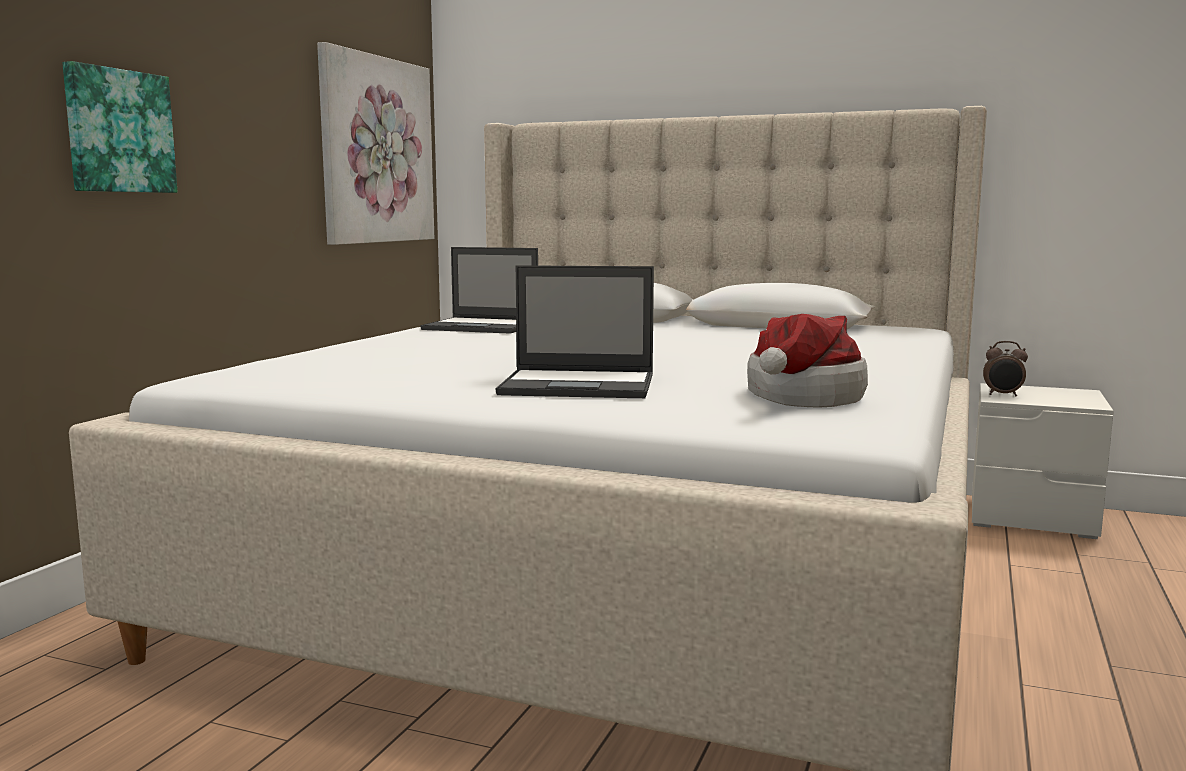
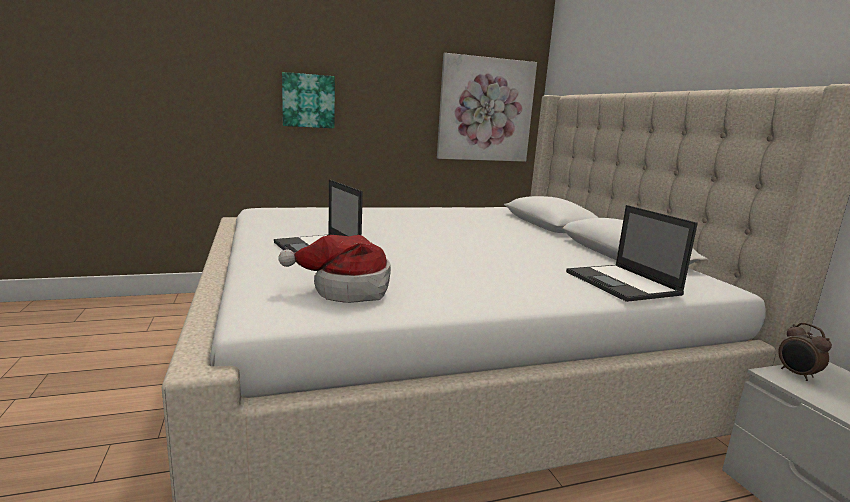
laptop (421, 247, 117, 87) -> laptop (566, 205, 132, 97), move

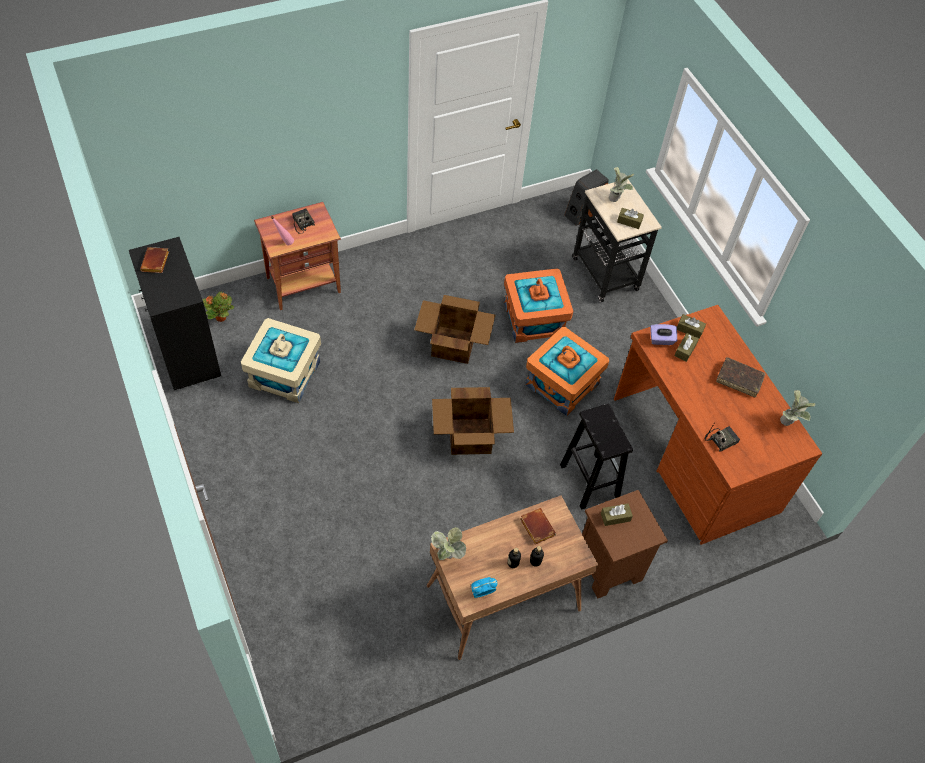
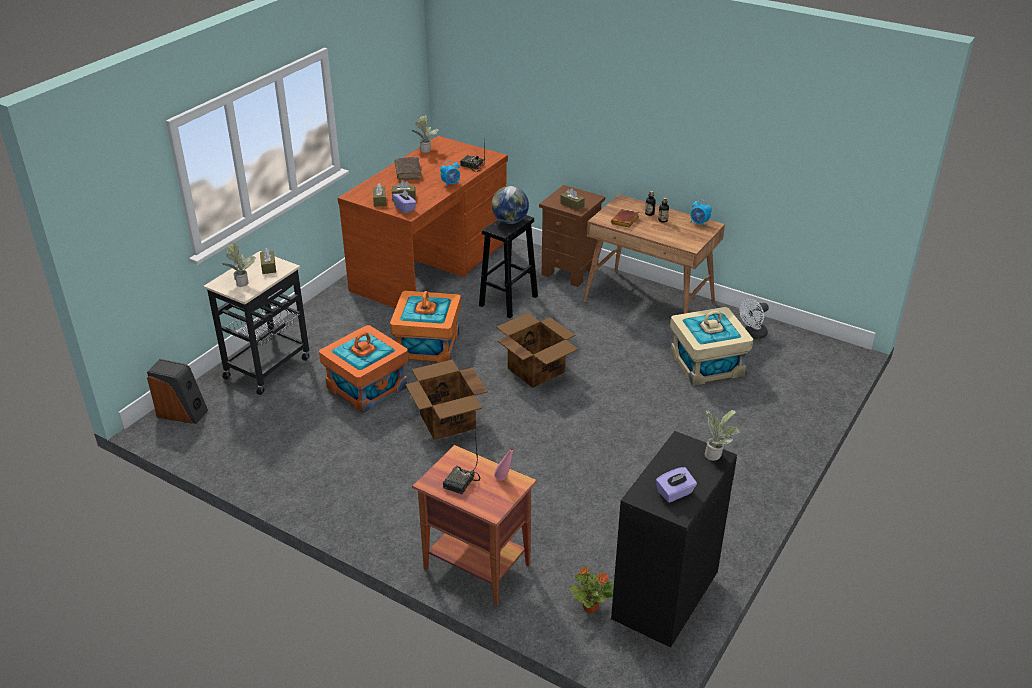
brown book (140, 247, 29, 26) -> purple tissue box (656, 467, 41, 36)
beige storage box (241, 318, 80, 85) -> beige storage box (670, 307, 83, 79), move
potted plant (431, 527, 35, 33) -> potted plant (705, 410, 34, 51), move
none -> alarm clock (440, 161, 20, 26)
none -> globe (492, 186, 37, 38)
none -> white fan (740, 299, 29, 40)

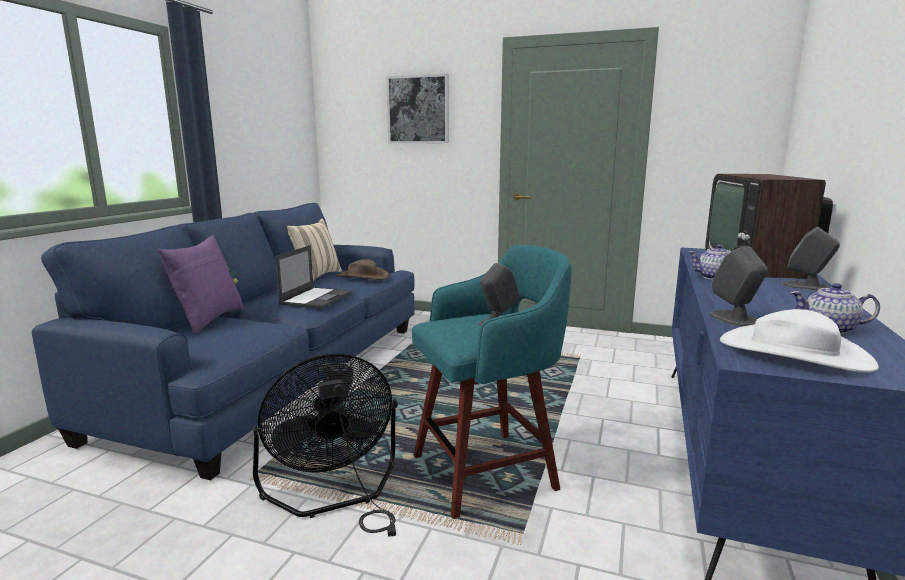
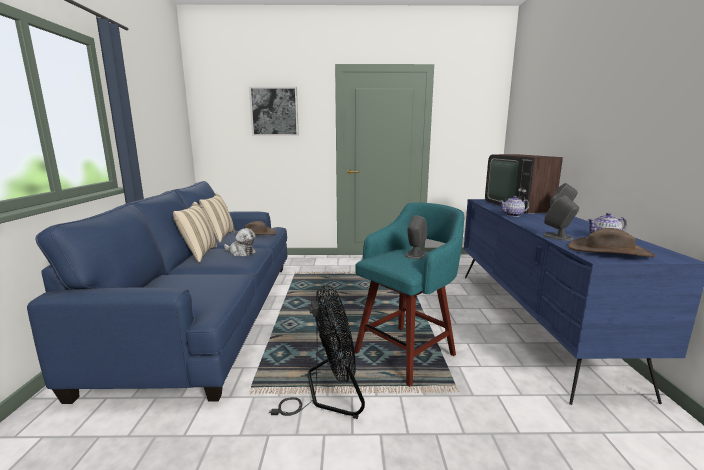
purple pillow (158, 235, 85, 99) -> none
black fan (253, 354, 145, 183) -> black fan (269, 285, 96, 134), 120 degrees clockwise
laptop (275, 245, 77, 64) -> plush toy (224, 228, 32, 28)
white hat (720, 309, 159, 64) -> brown hat (568, 228, 87, 29)
none -> beige pillow (173, 202, 44, 61)

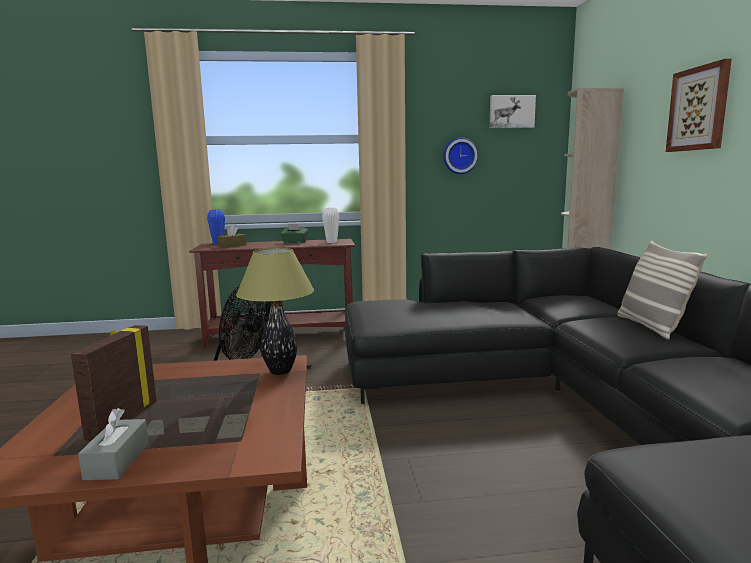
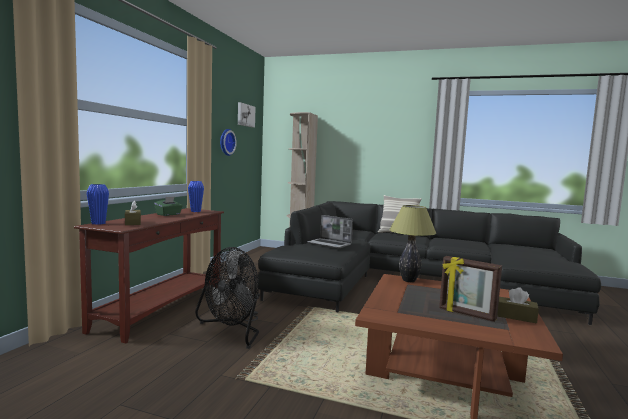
grey tissue box (78, 408, 71, 72) -> brown tissue box (497, 287, 42, 37)
white vase (322, 208, 18, 35) -> blue vase (188, 181, 16, 31)
picture (666, 59, 66, 93) -> none
none -> laptop (307, 215, 46, 33)

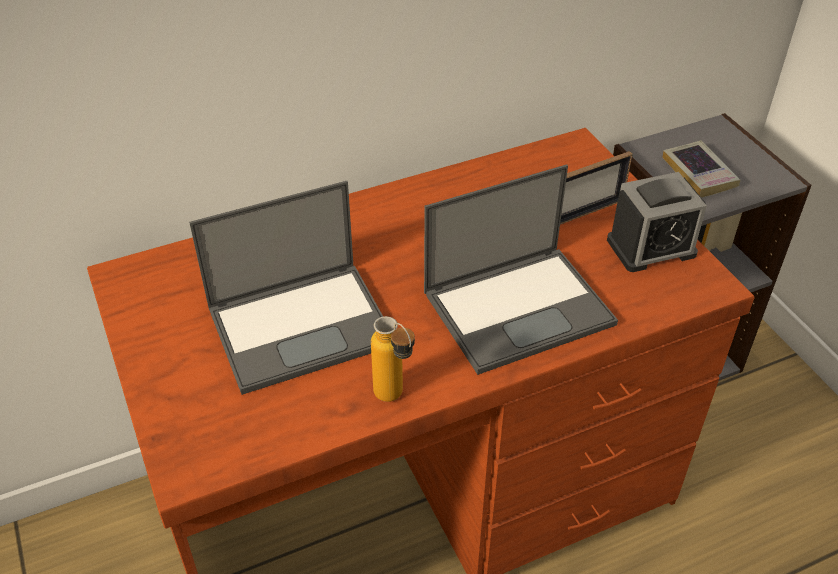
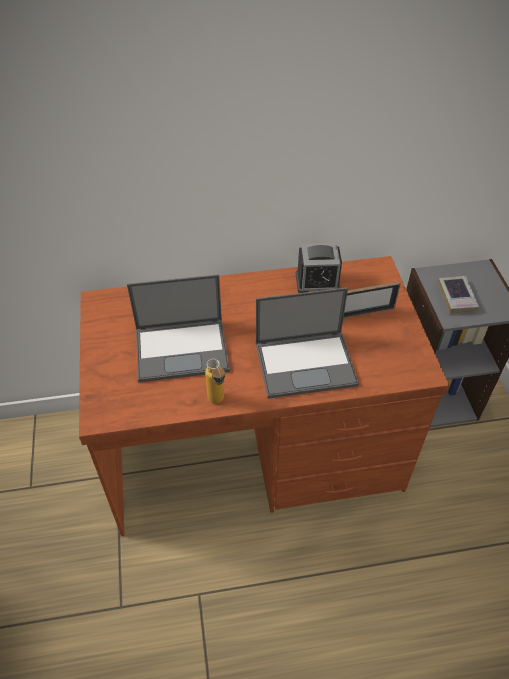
alarm clock (607, 172, 100, 100) -> alarm clock (296, 243, 46, 50), move

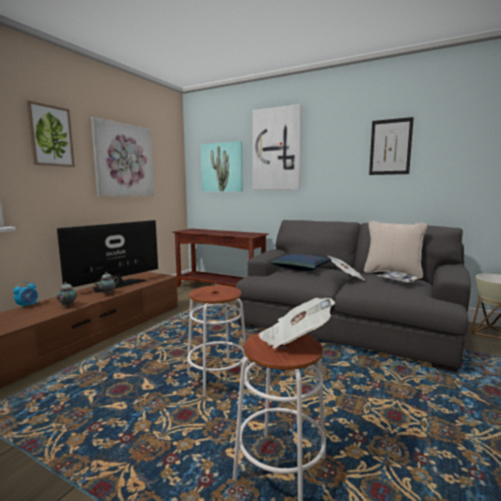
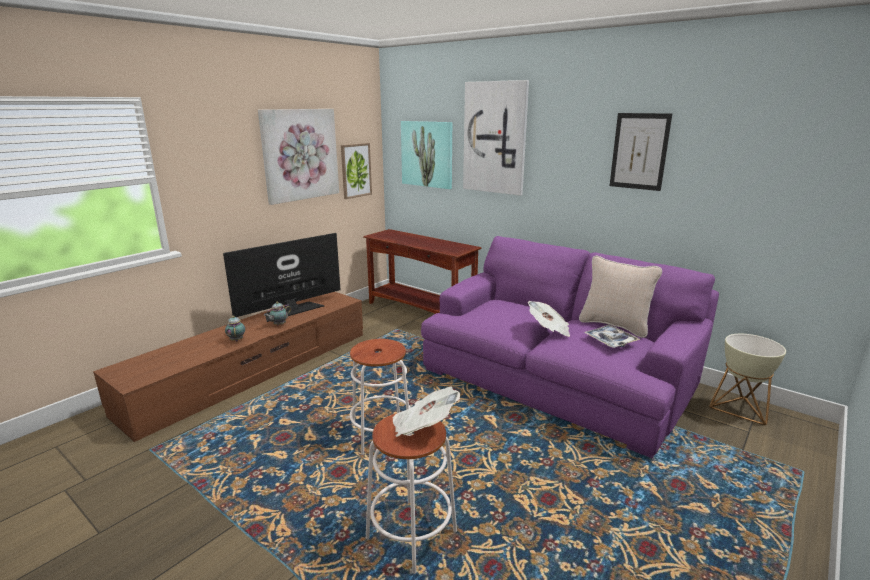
alarm clock (13, 282, 25, 27) -> none
picture (26, 100, 49, 67) -> picture (341, 143, 31, 56), move
grey sofa (236, 220, 235, 153) -> purple sofa (421, 236, 298, 222)
blue pillow (271, 254, 60, 17) -> none

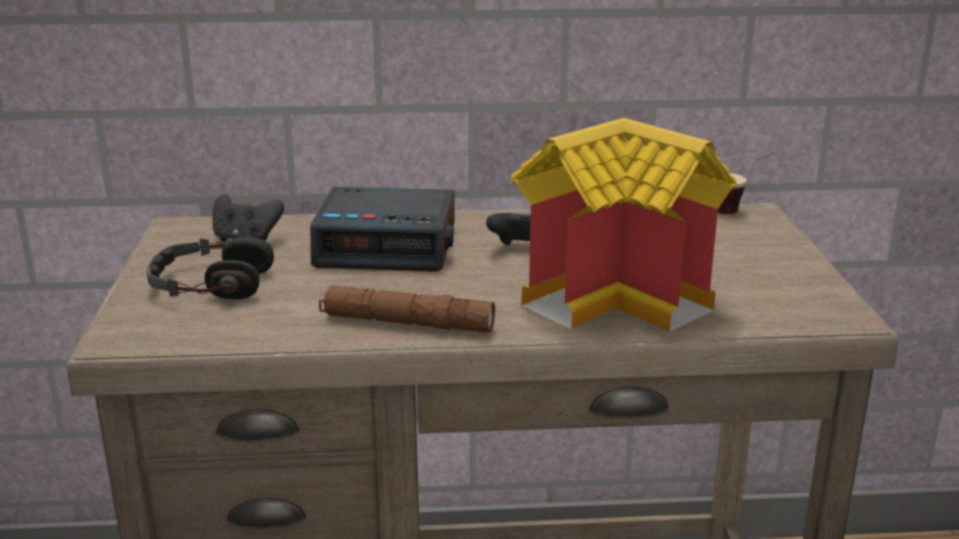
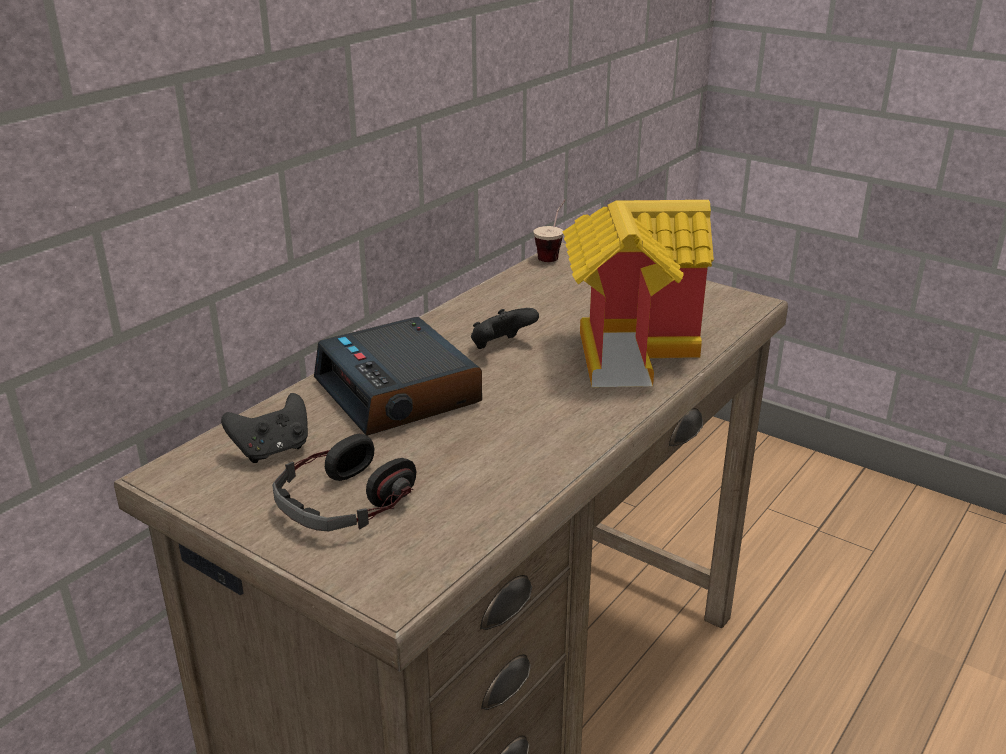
alarm clock (310, 187, 145, 84) -> alarm clock (314, 317, 168, 119), 105 degrees clockwise
brown flashlight (319, 285, 176, 48) -> none

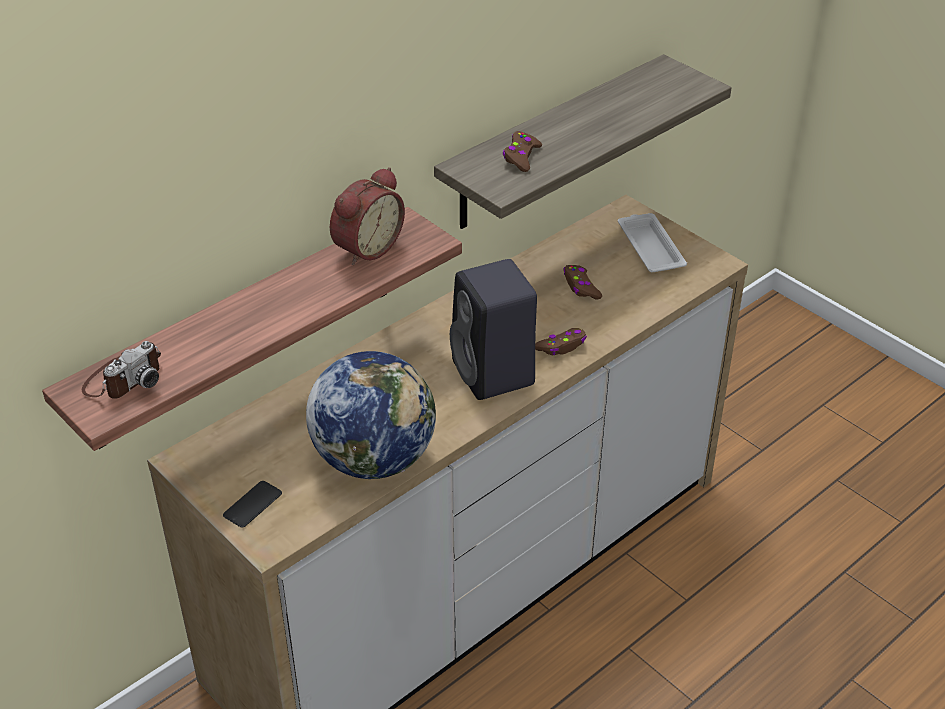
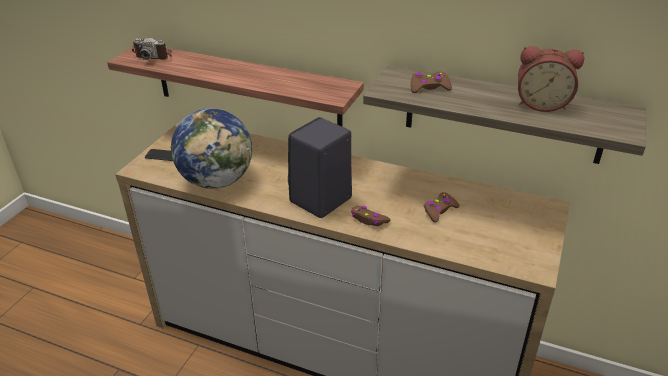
alarm clock (330, 167, 75, 98) -> alarm clock (518, 46, 66, 66), move
white tray (618, 213, 69, 59) -> none

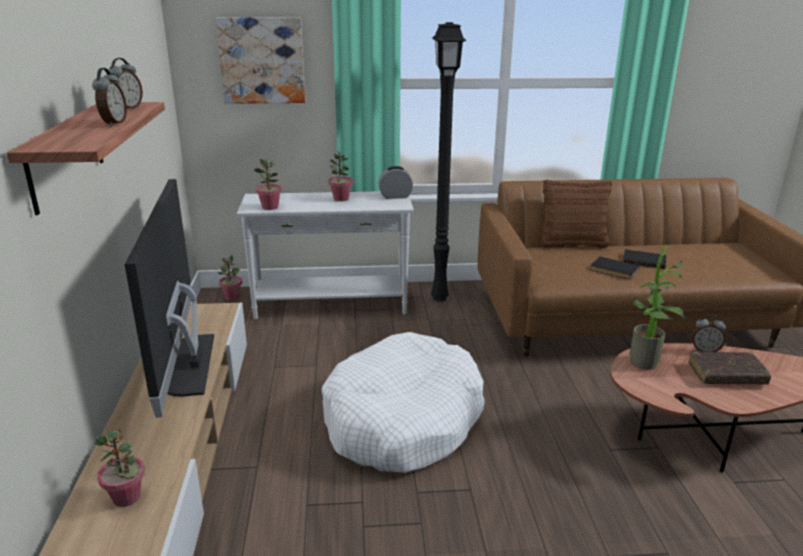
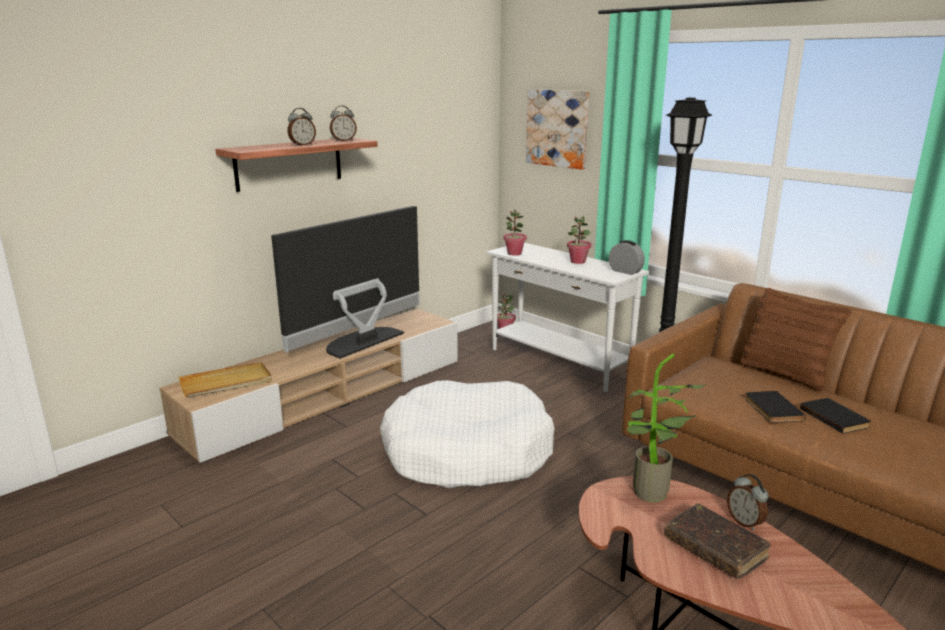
potted plant (95, 428, 50, 79) -> beige tray (178, 362, 94, 35)

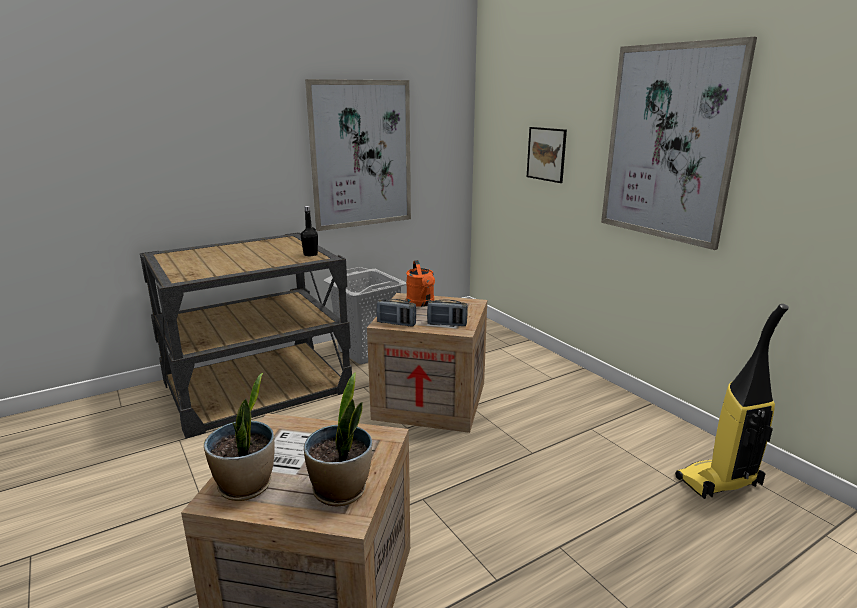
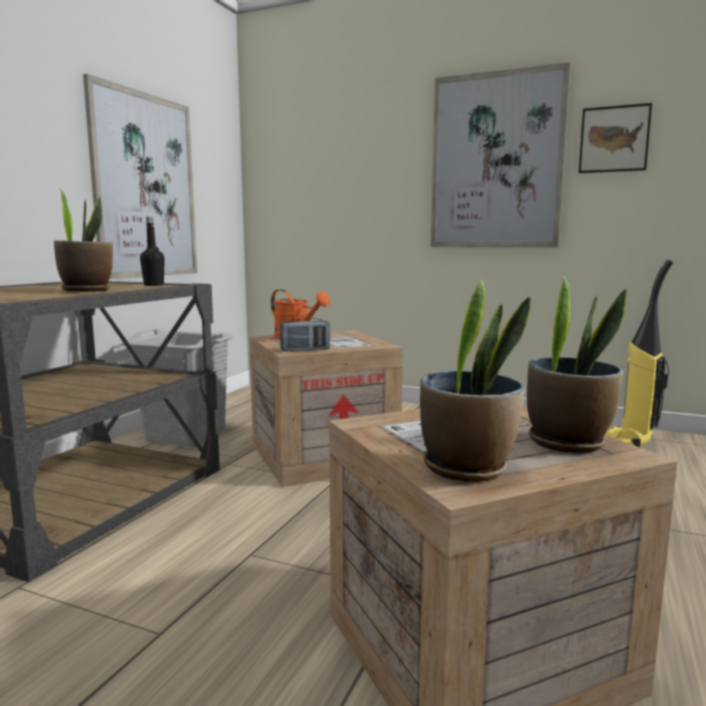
radio (427, 299, 41, 27) -> none
picture (527, 127, 40, 56) -> picture (579, 103, 73, 70), move
none -> potted plant (54, 188, 59, 104)

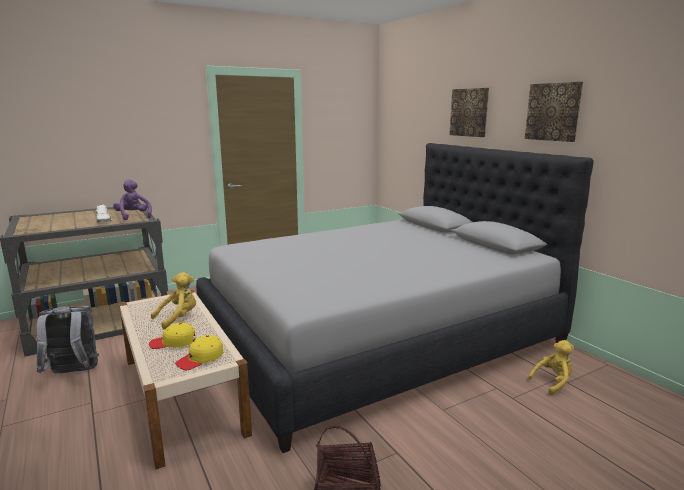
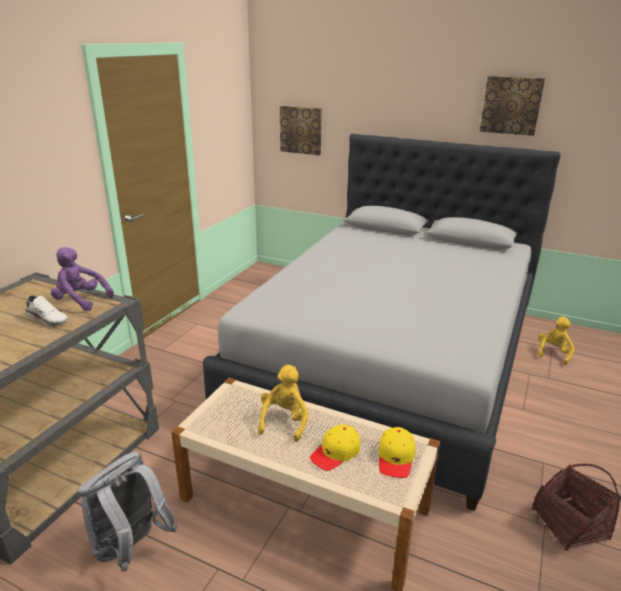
picture (449, 88, 40, 49) -> picture (280, 106, 42, 49), move

